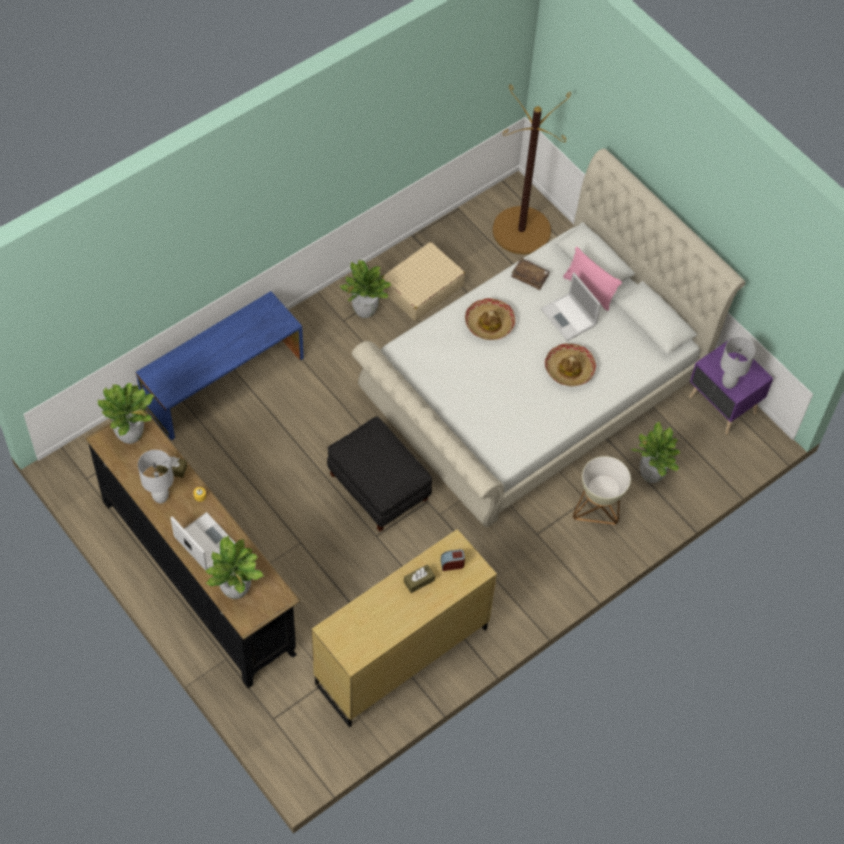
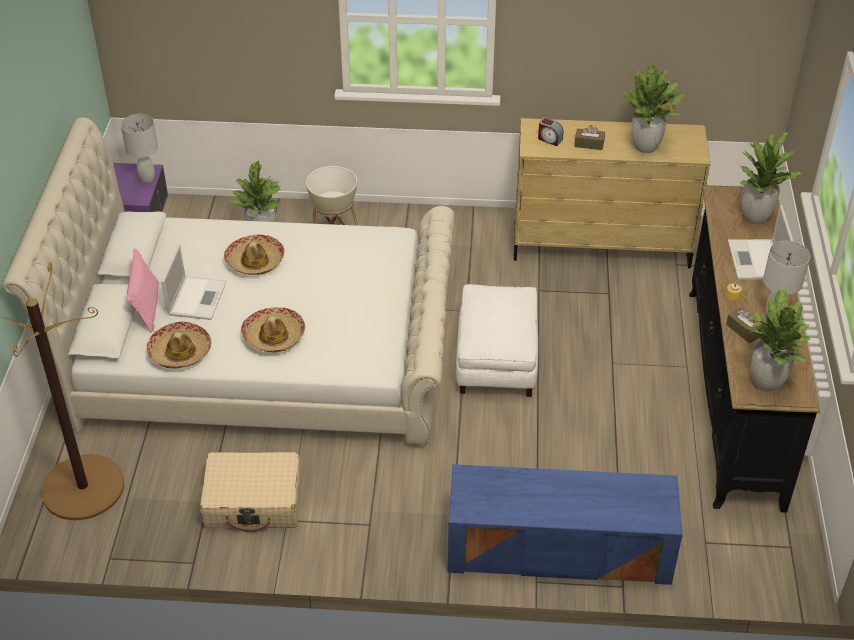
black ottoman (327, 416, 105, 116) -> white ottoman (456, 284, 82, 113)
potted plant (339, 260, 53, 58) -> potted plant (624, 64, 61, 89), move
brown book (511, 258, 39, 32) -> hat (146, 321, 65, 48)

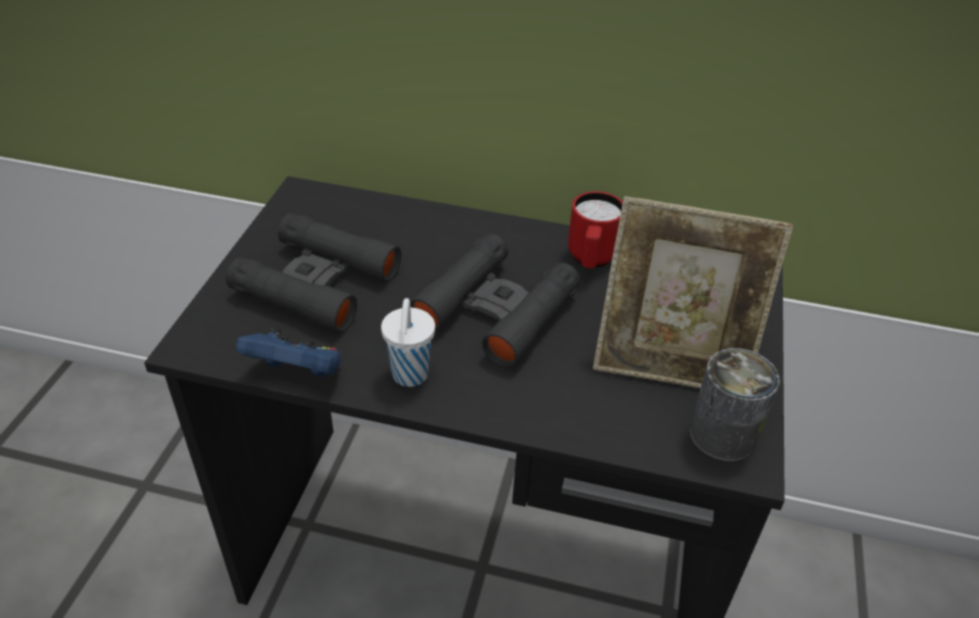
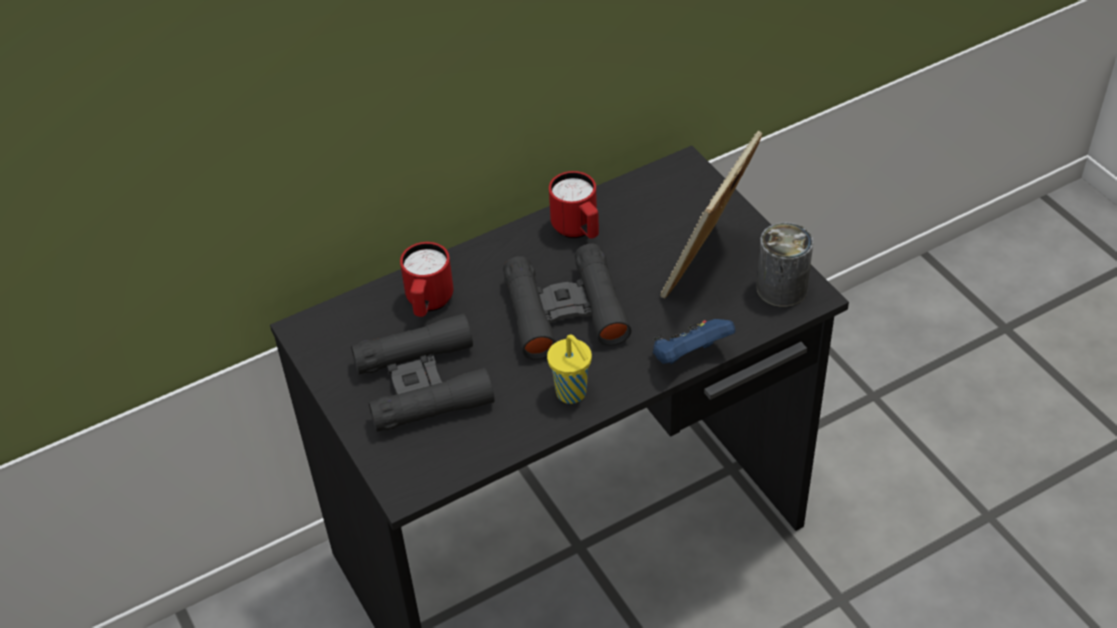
blue game controller (236, 328, 106, 50) -> blue game controller (653, 319, 83, 45), move
white cup (381, 298, 54, 89) -> yellow cup (547, 335, 45, 69)
picture frame (593, 196, 200, 192) -> picture frame (660, 131, 102, 167), 150 degrees clockwise
none -> red mug (400, 242, 54, 75)

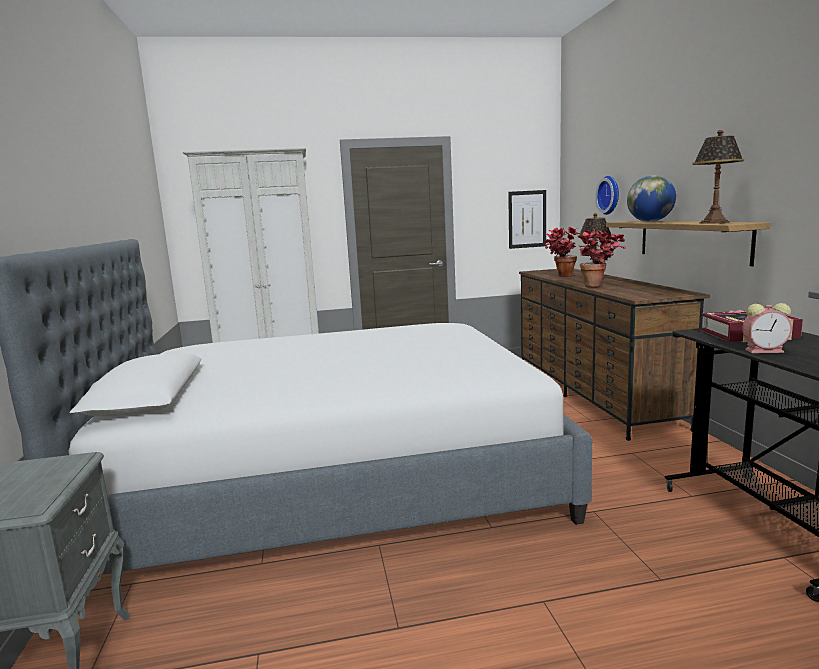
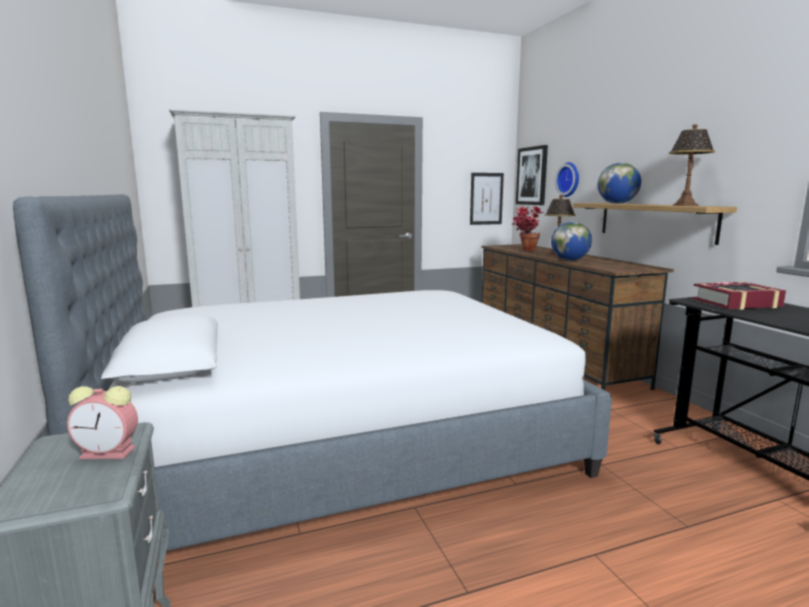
potted plant (578, 229, 48, 58) -> globe (551, 222, 41, 39)
alarm clock (742, 303, 50, 50) -> alarm clock (67, 386, 71, 73), move
none -> picture (516, 145, 32, 60)

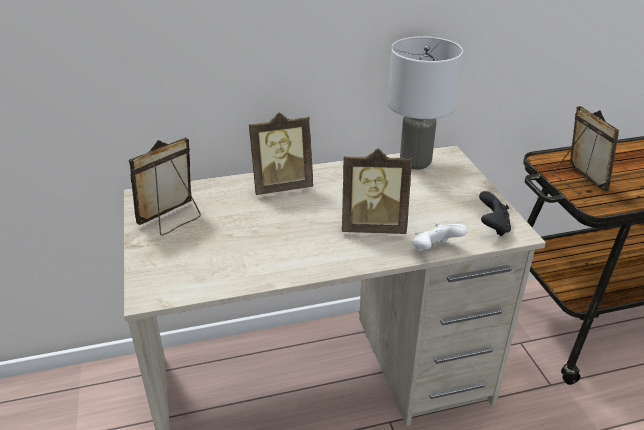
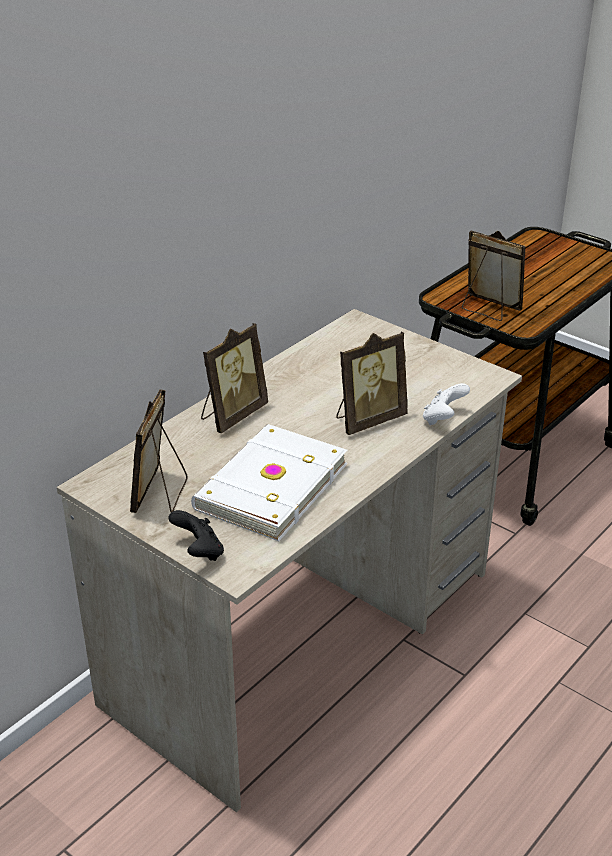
white table lamp (388, 36, 75, 134) -> none
black game controller (479, 191, 32, 45) -> black game controller (168, 510, 56, 51), move
none -> white book (191, 424, 156, 117)

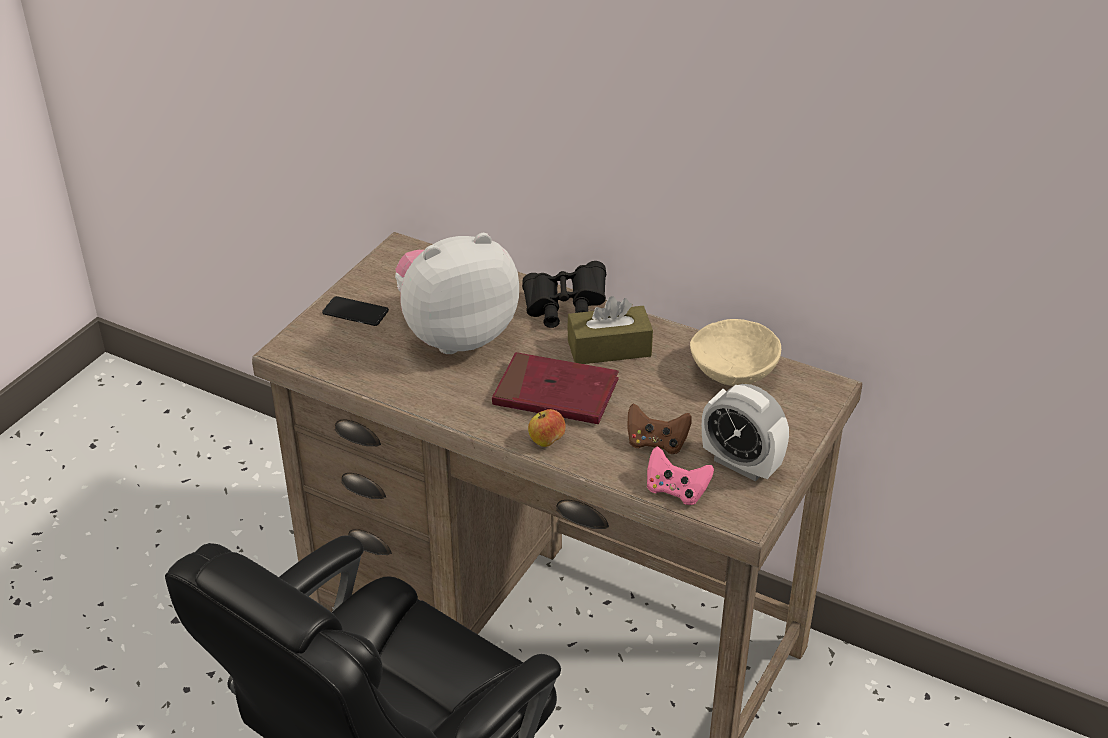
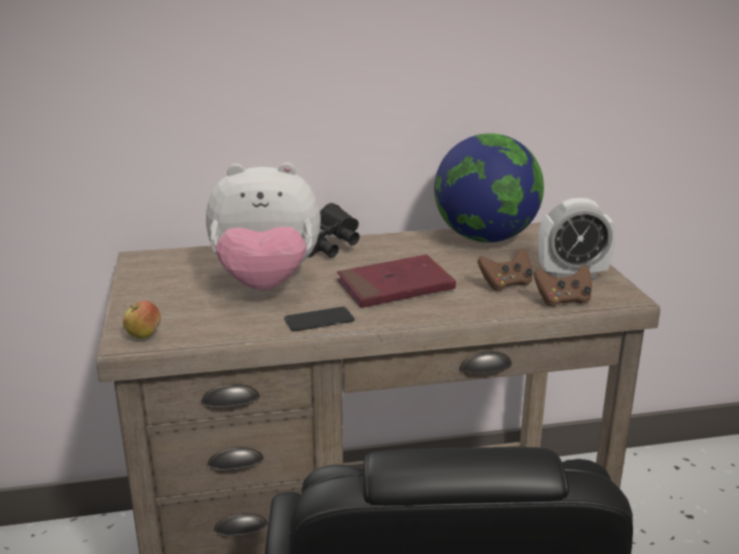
phone (322, 296, 67, 30) -> phone (284, 307, 71, 24), move
plush toy (395, 233, 124, 121) -> plush toy (206, 162, 115, 129), 120 degrees counterclockwise
apple (528, 409, 38, 38) -> apple (123, 300, 38, 39), move
brown tissue box (567, 296, 86, 68) -> none
pink game controller (647, 447, 67, 58) -> brown game controller (534, 265, 58, 41)
beige bowl (690, 319, 91, 67) -> globe (434, 133, 110, 110)

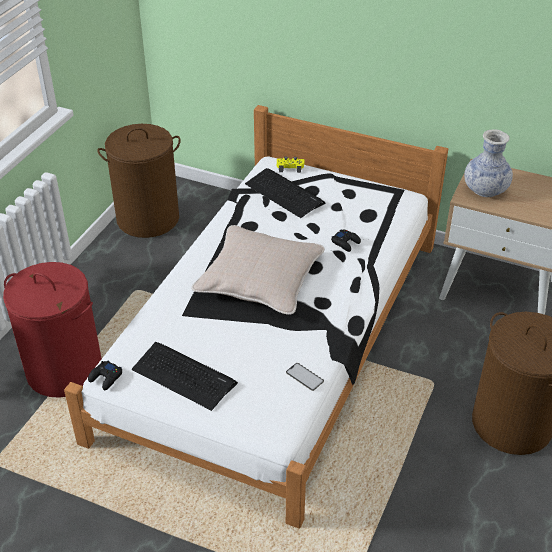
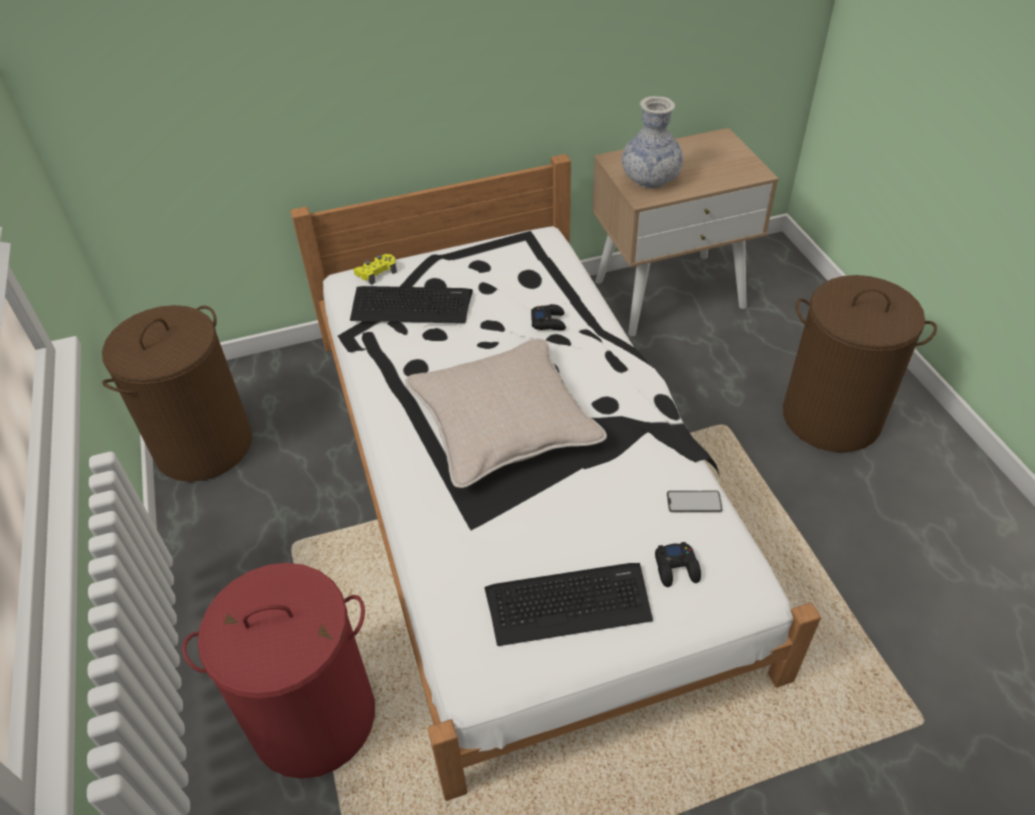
black game controller (88, 361, 34, 29) -> black game controller (655, 542, 46, 45), move

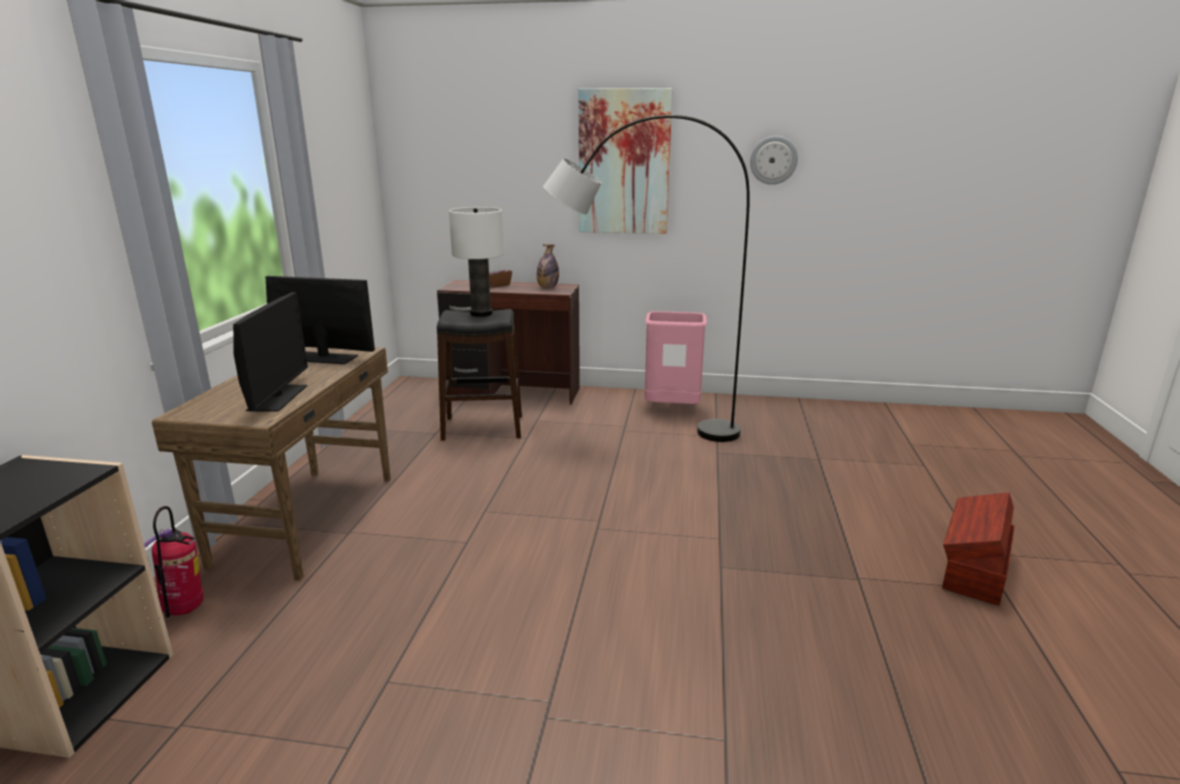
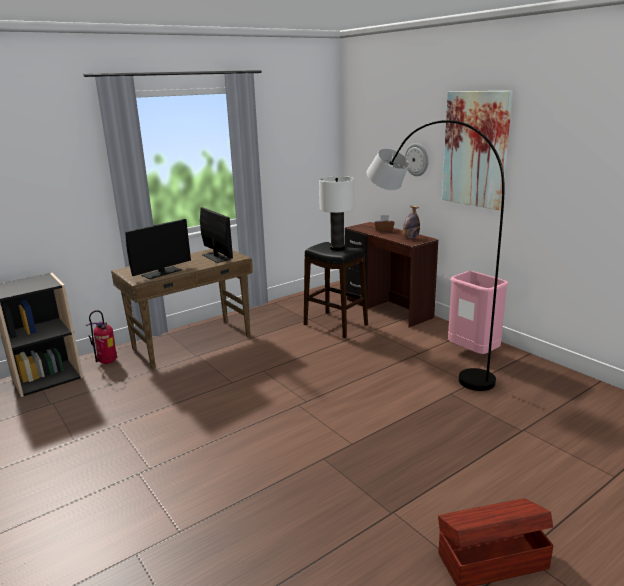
wall clock (750, 136, 48, 49) -> wall clock (404, 143, 25, 33), move

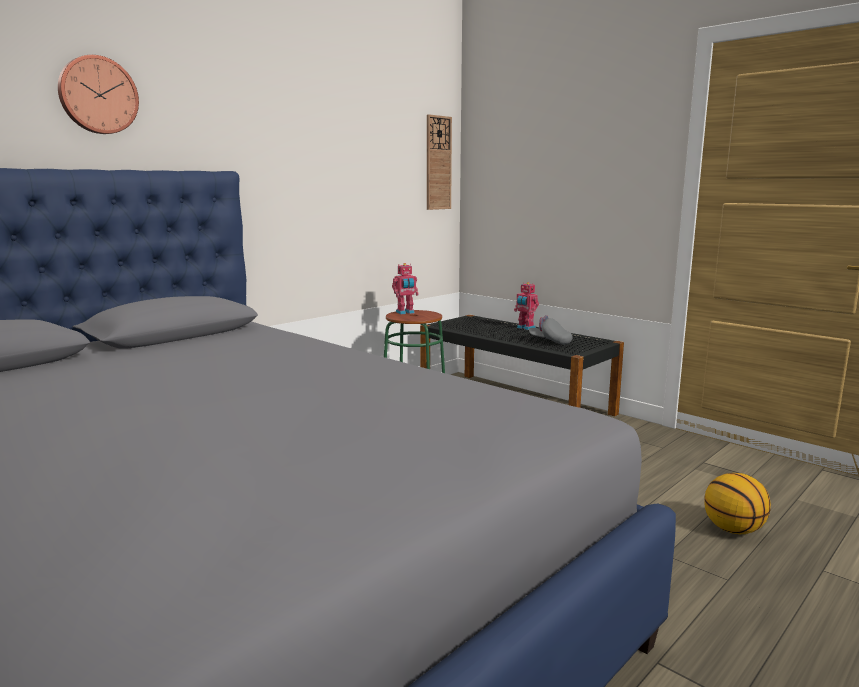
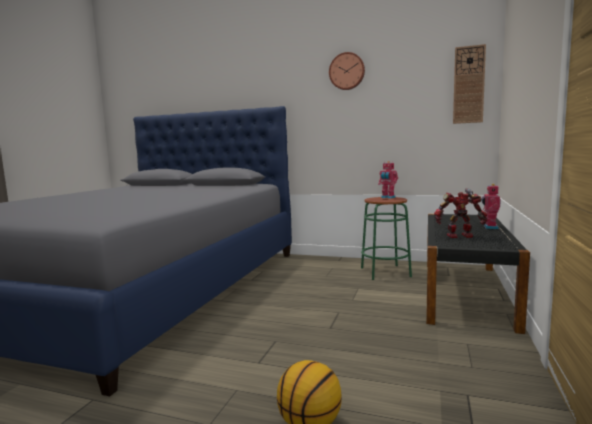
wall clock (58, 55, 81, 79) -> wall clock (329, 52, 36, 38), move
grey cap (529, 315, 43, 30) -> toy robot (434, 188, 54, 50)

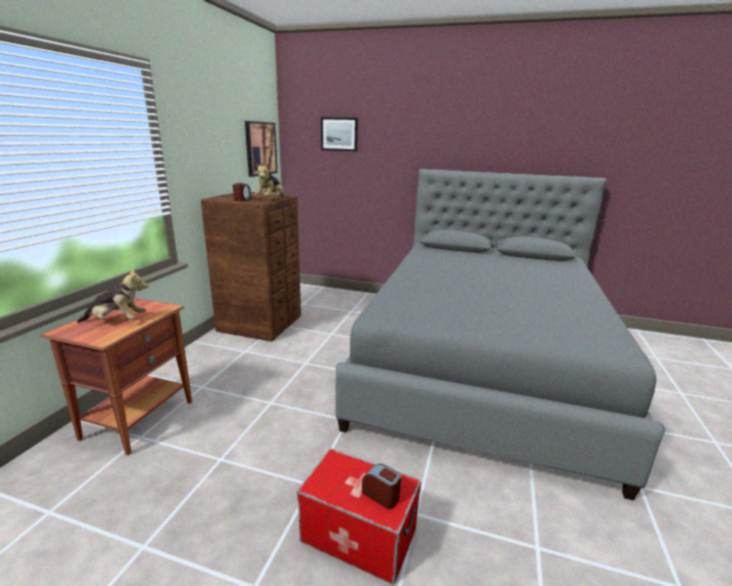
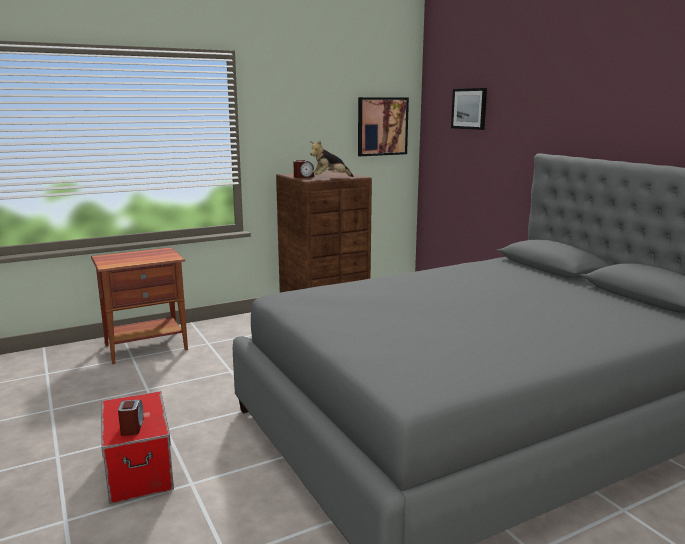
plush toy (77, 268, 71, 54) -> none

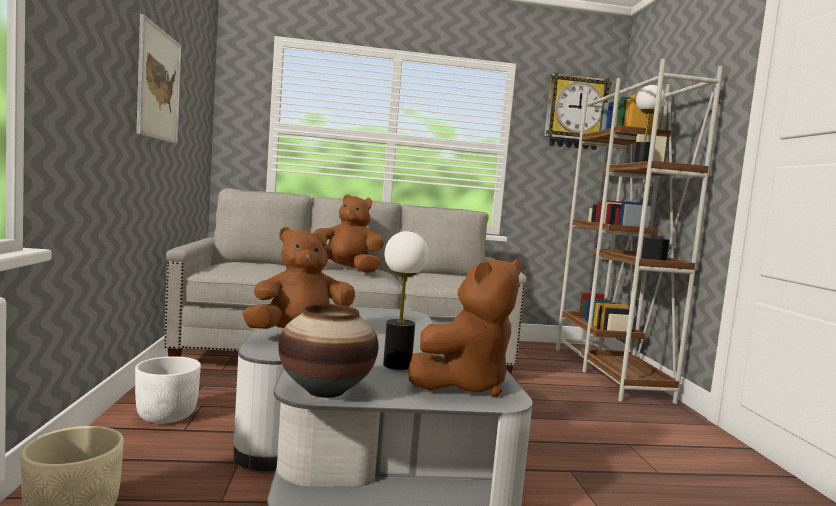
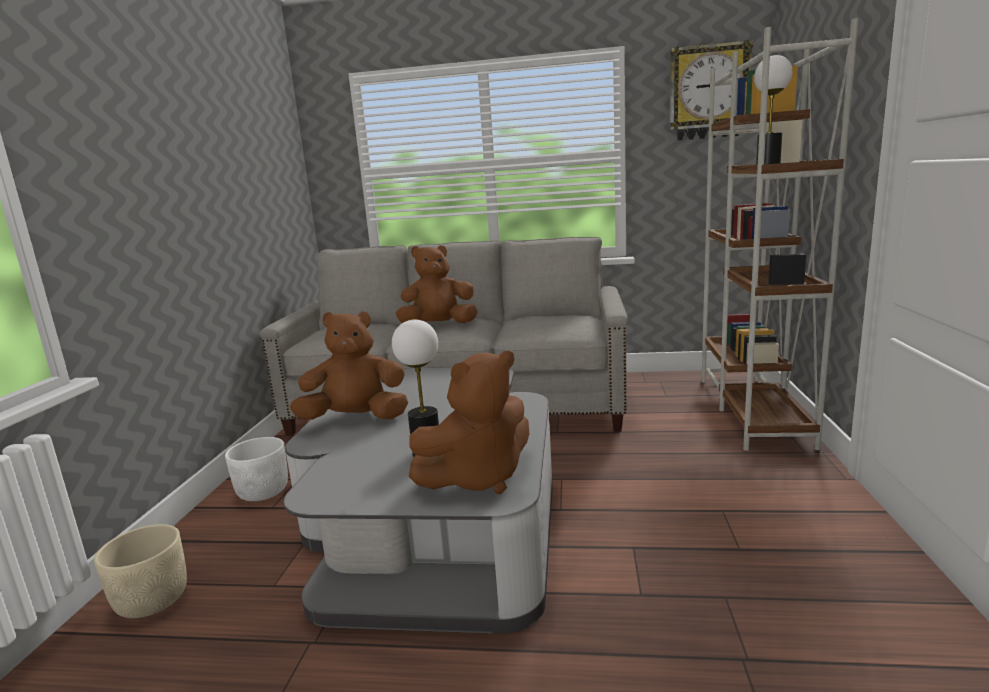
picture (136, 14, 45, 130) -> none
vase (278, 304, 100, 94) -> none
brown plush toy (313, 195, 71, 78) -> brown plush toy (396, 245, 82, 78), 45 degrees counterclockwise

